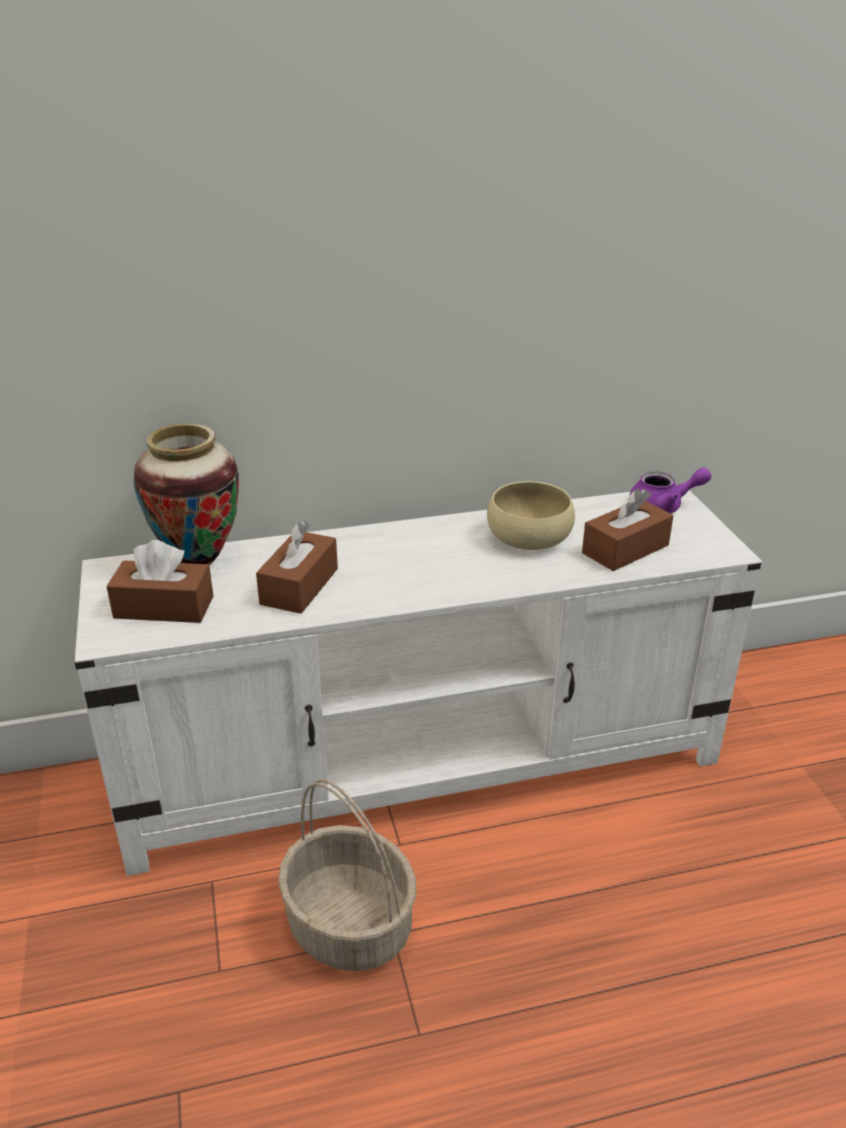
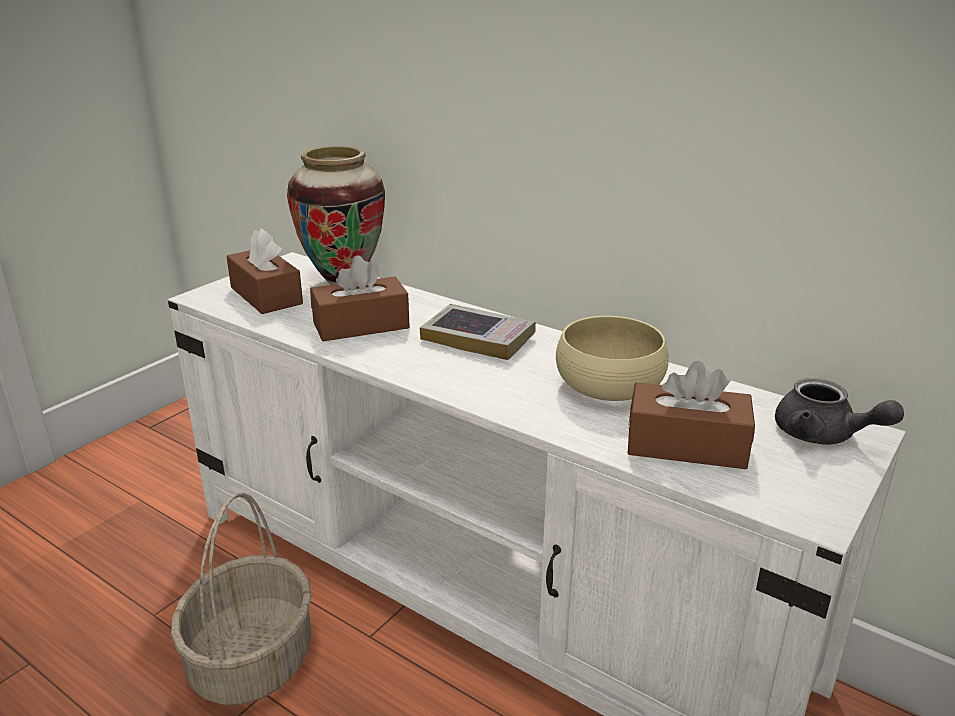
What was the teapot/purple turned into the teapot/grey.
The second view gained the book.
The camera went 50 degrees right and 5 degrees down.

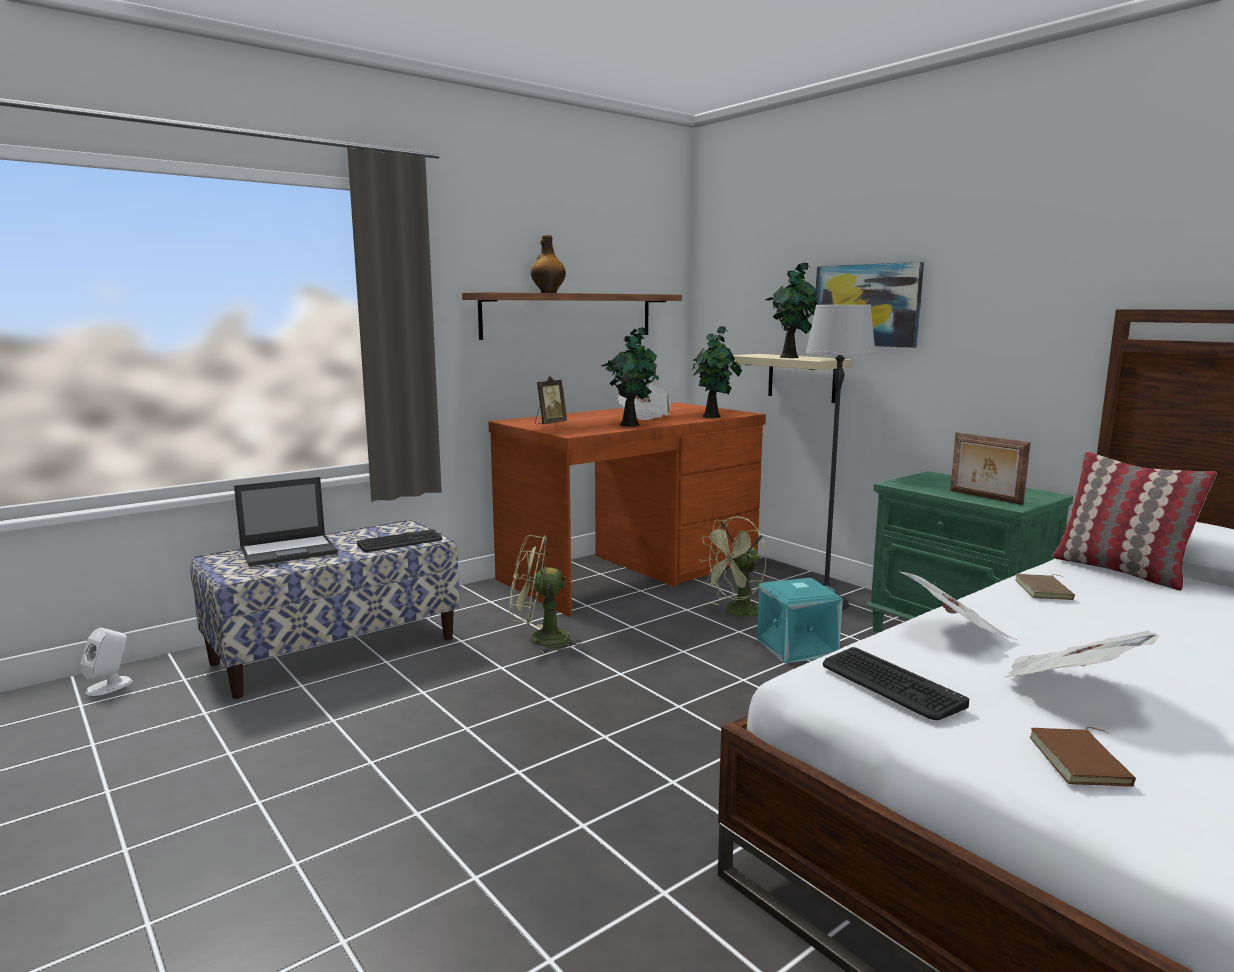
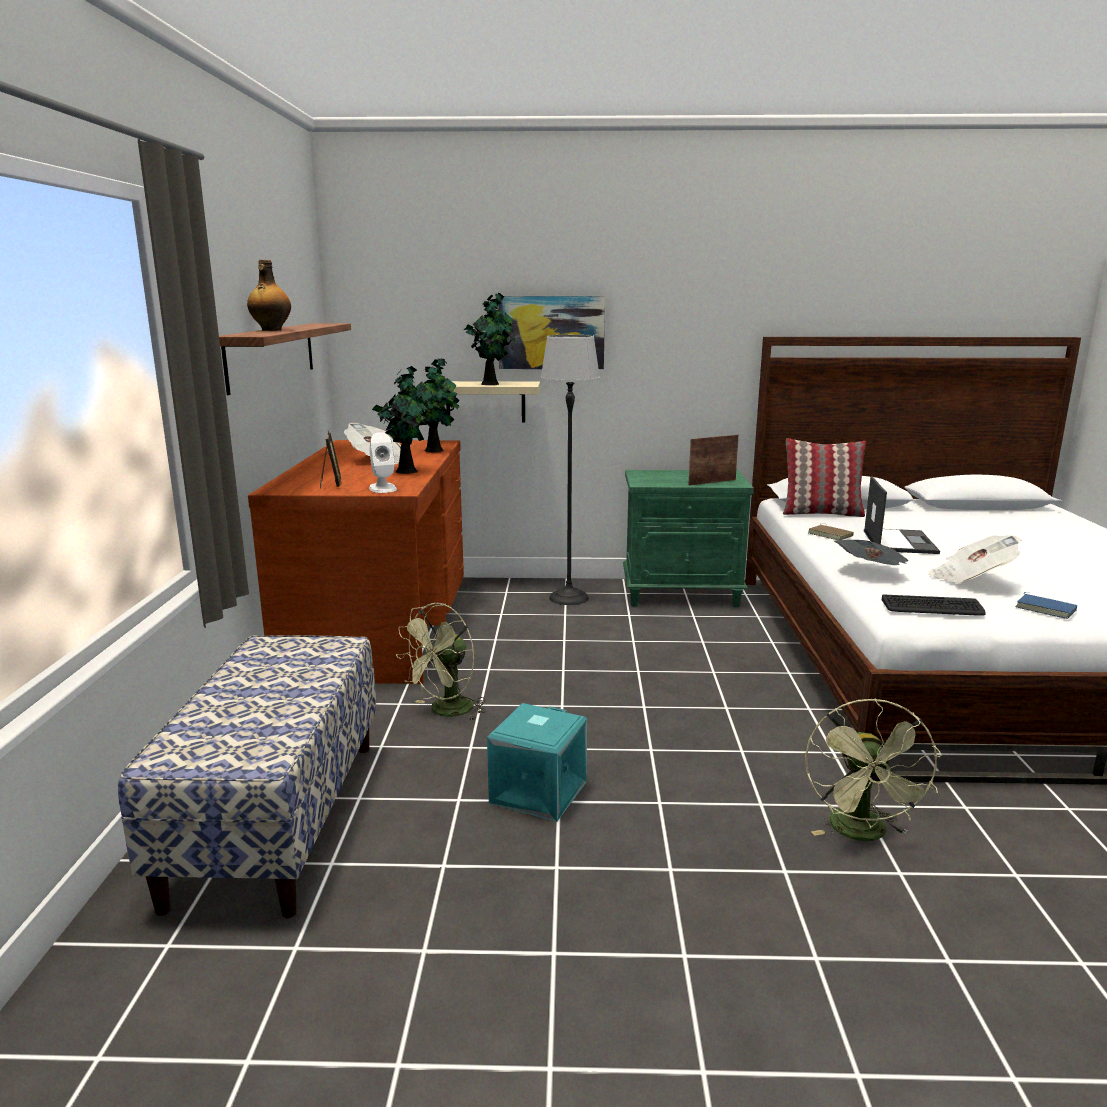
The speaker/white ended up elsewhere.
The laptop ended up elsewhere.
The second view lost the keyboard (no. 1 from left).
The fan/green (no. 2 from left) ended up elsewhere.
The storage box/turquoise ended up elsewhere.
The picture frame (no. 2 from left) ended up facing another way, 150 degrees clockwise from before.
What was the book/brown (no. 2 from left) turned into the book/blue.
The camera went 50 degrees left and 5 degrees up.

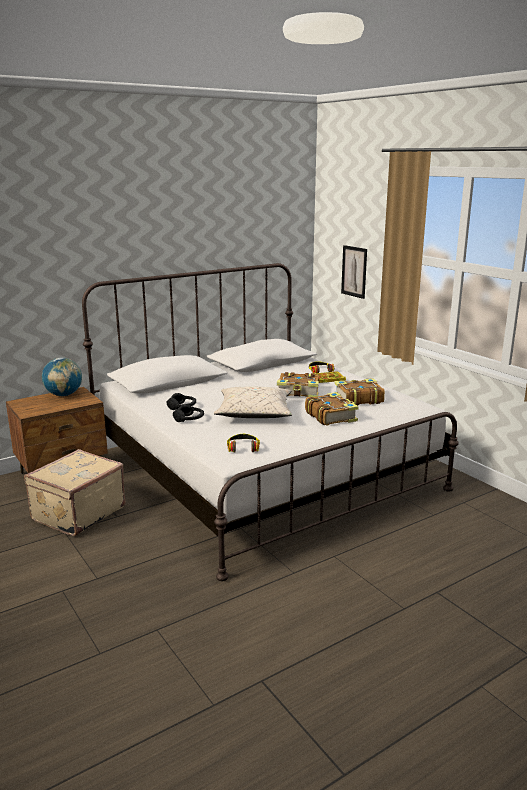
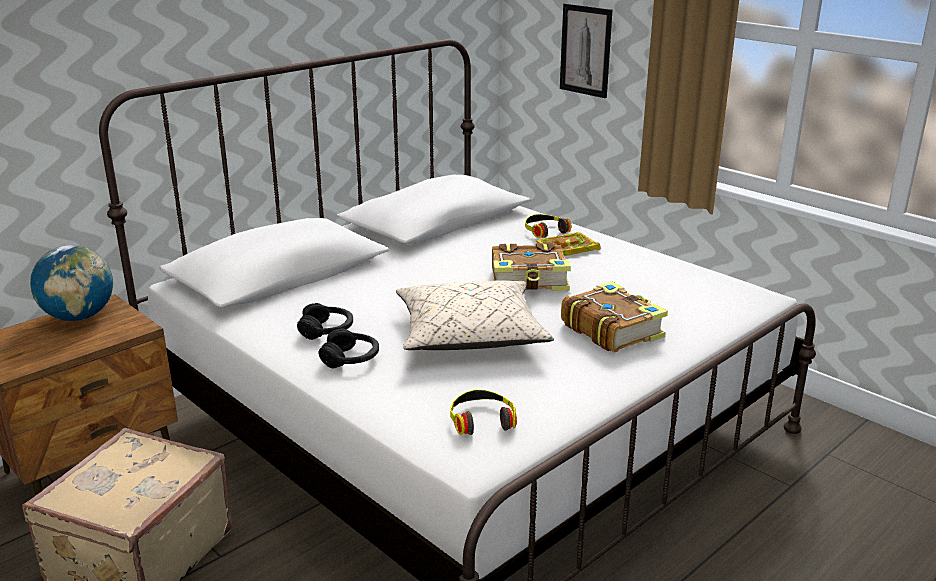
The second view lost the book (no. 4 from left).
The camera went 10 degrees left and 5 degrees up.

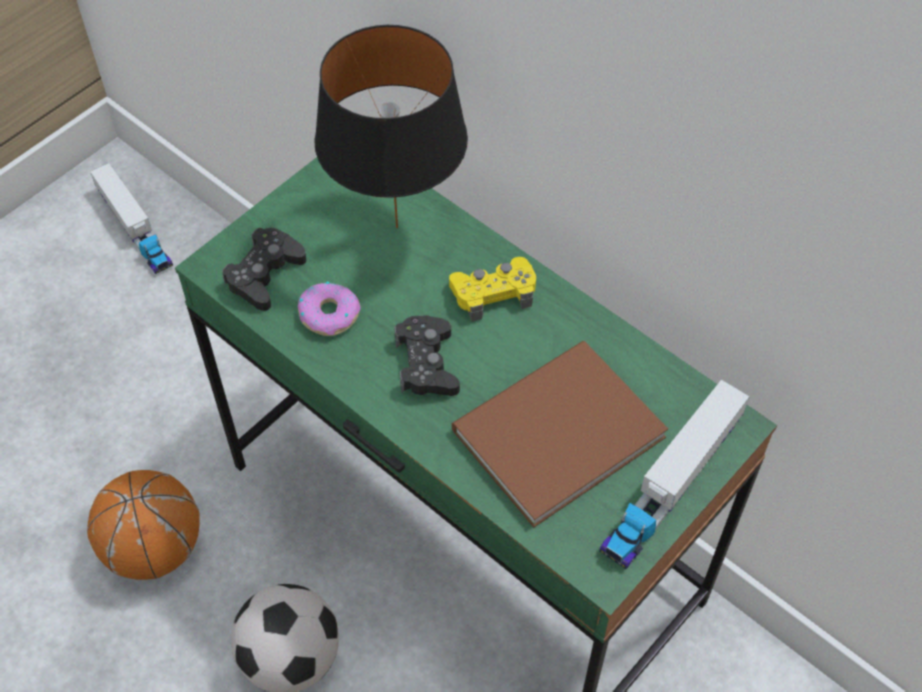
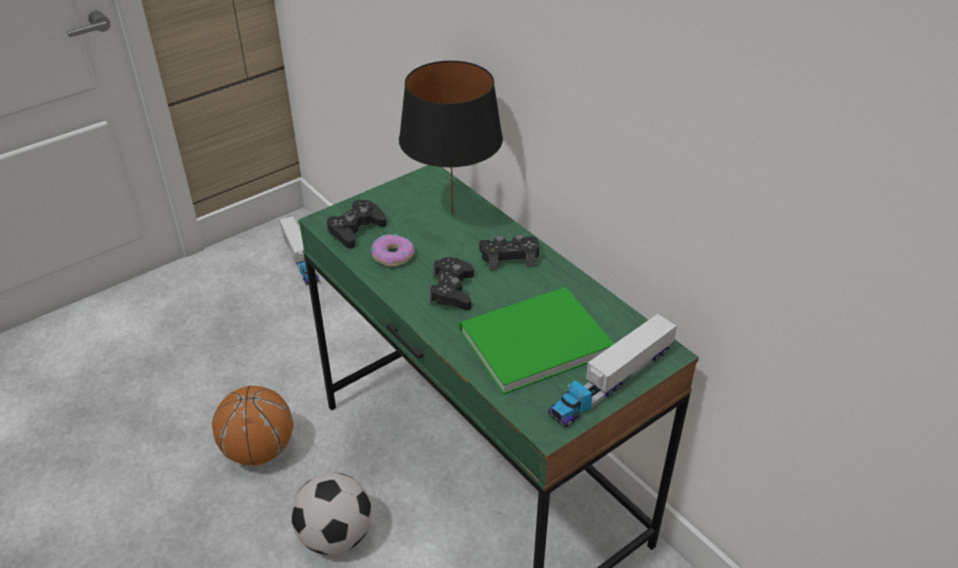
What was the game controller/yellow turned into the game controller/black (no. 3 from left).
What was the book/brown turned into the book/green.
The camera went 10 degrees right and 15 degrees down.

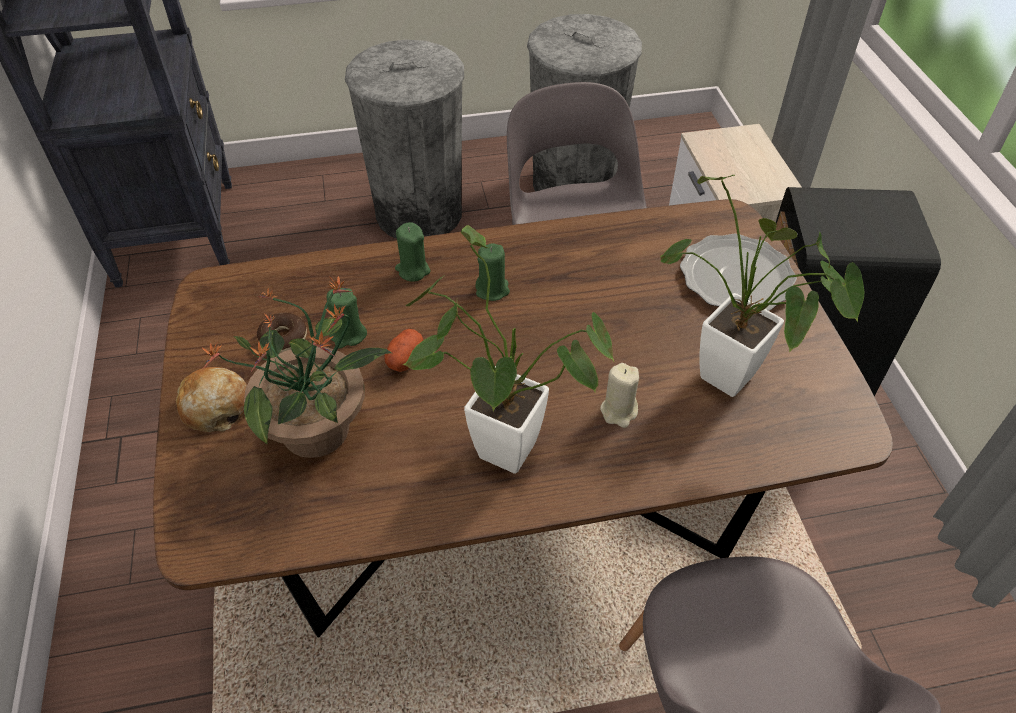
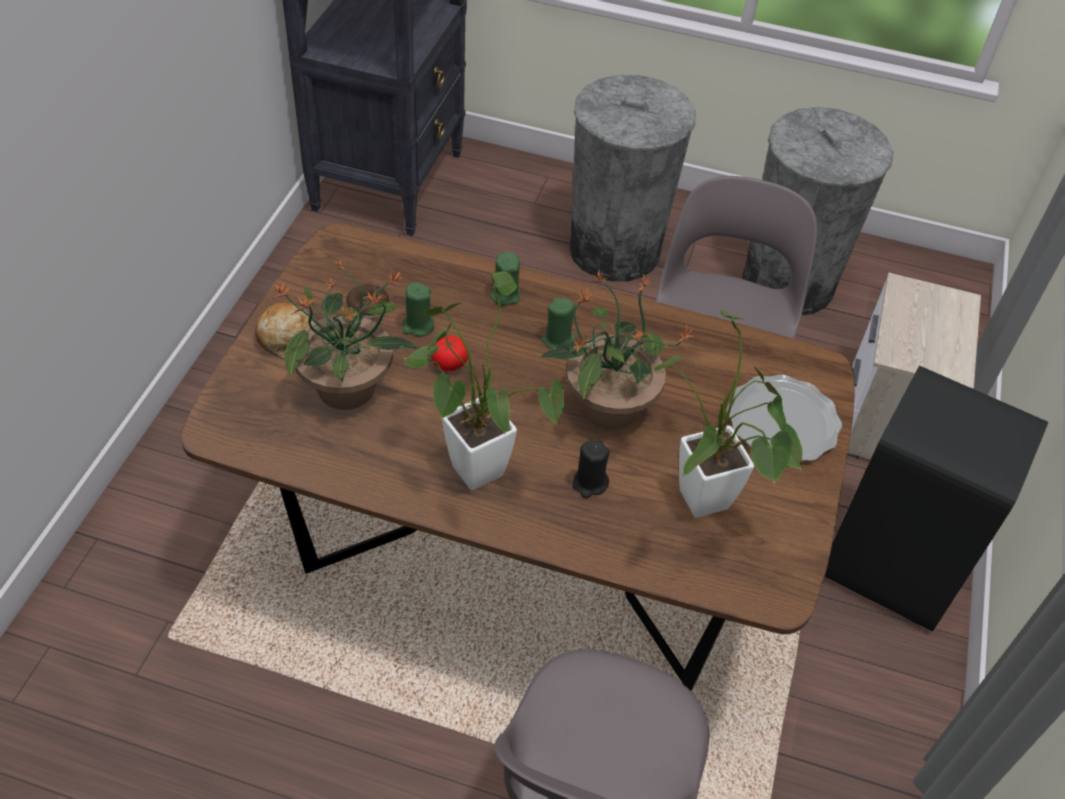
Where the potato stood, the tomato came to stand.
What was the candle/beige turned into the candle/black.
The second view gained the potted plant (no. 3 from left).
The camera went 25 degrees right and 0 degrees up.

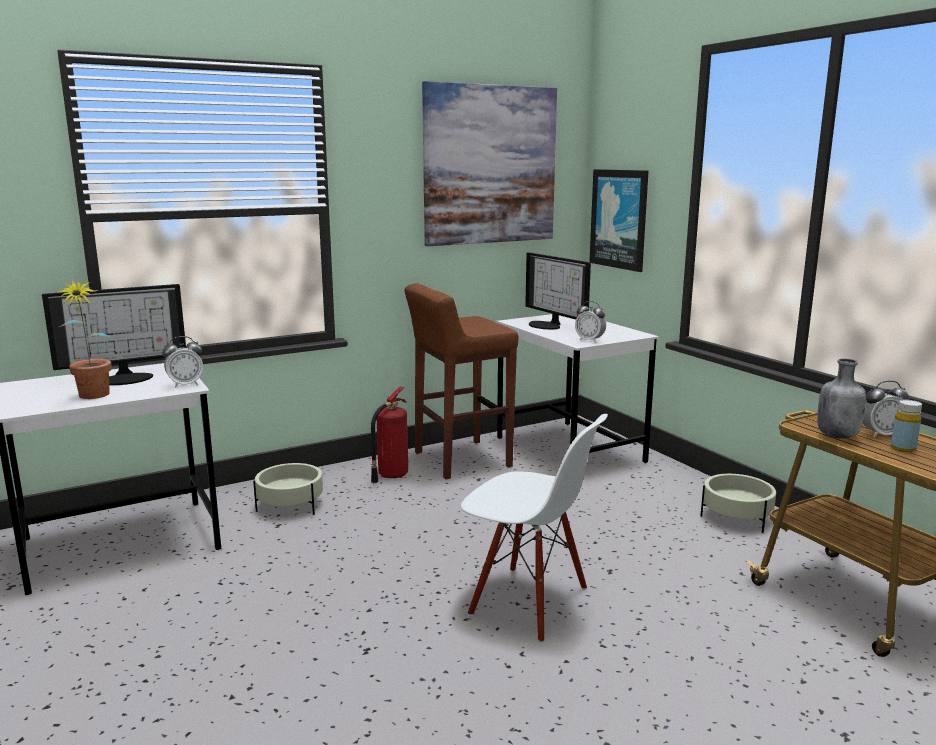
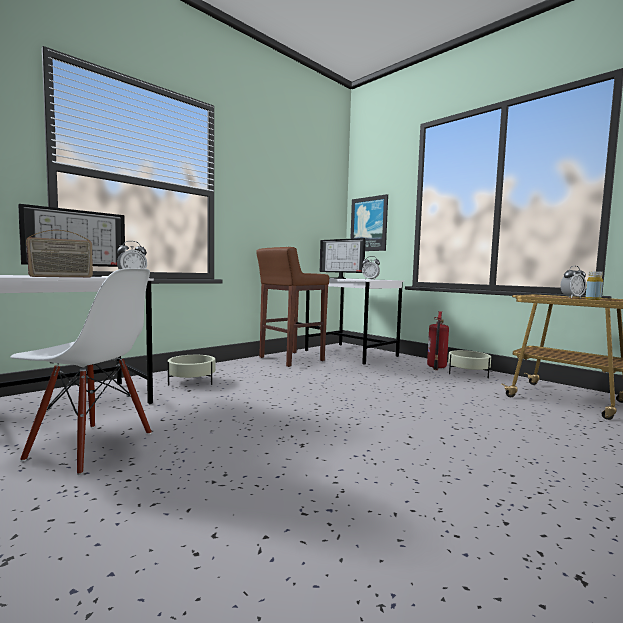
Where the potted plant stood, the radio came to stand.
The fire extinguisher ended up elsewhere.
The second view lost the picture (no. 1 from left).
The chair/white ended up elsewhere.
The second view lost the bottle/grey.
The camera went 15 degrees left and 10 degrees down.

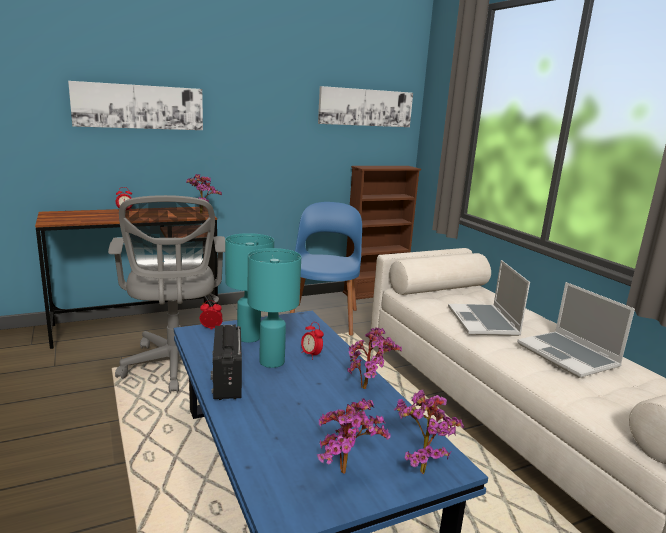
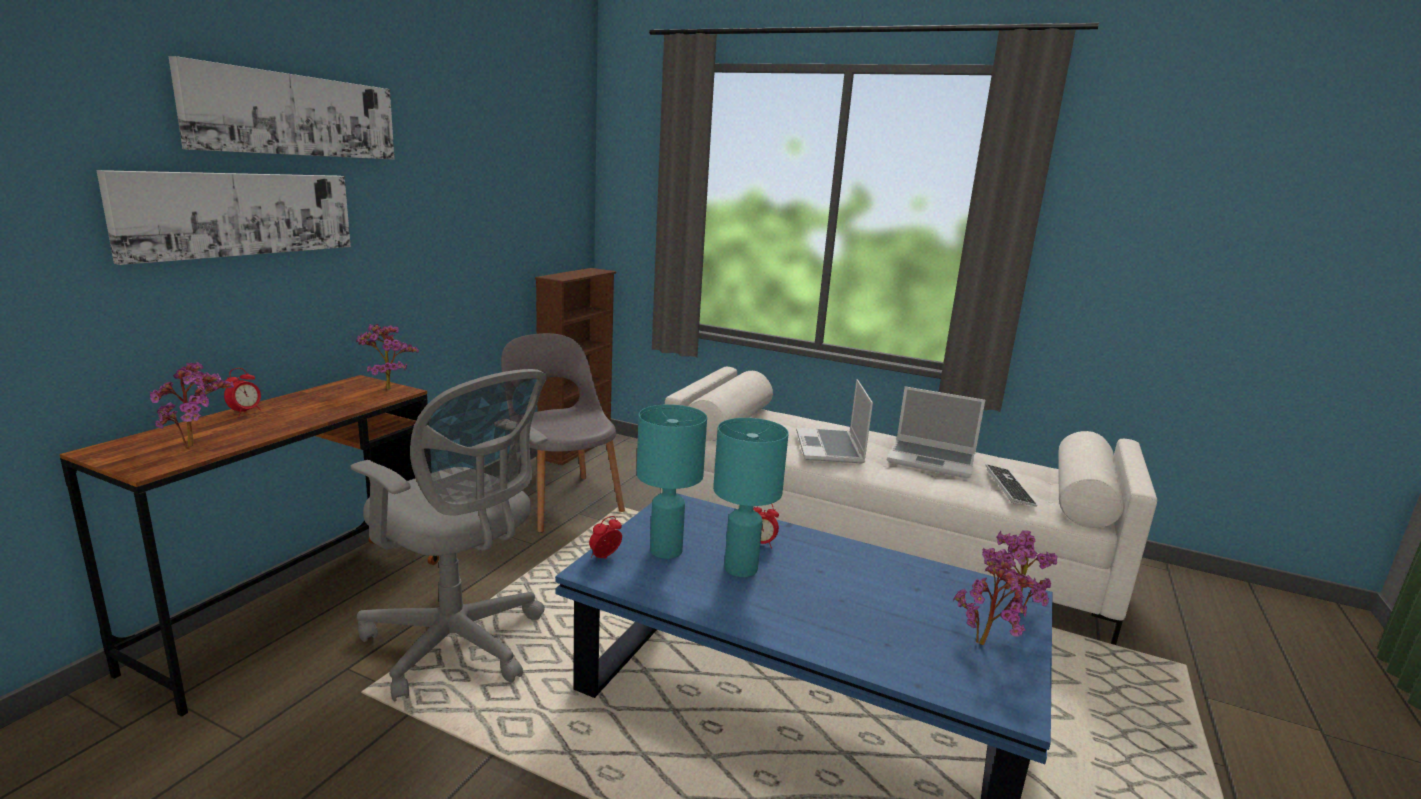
The second view lost the radio.
What was the chair/blue turned into the chair/grey.
The picture (no. 2 from left) ended up elsewhere.
The potted plant (no. 3 from left in the first image) ended up elsewhere.
The laptop (no. 1 from left) ended up facing another way, 45 degrees clockwise from before.
The second view gained the keyboard.
The camera went 40 degrees left and 0 degrees up.

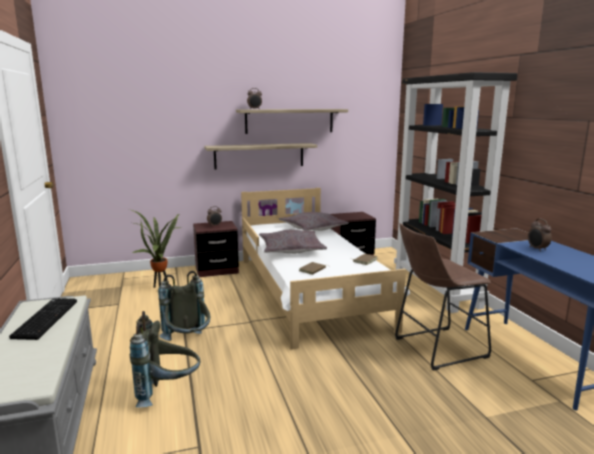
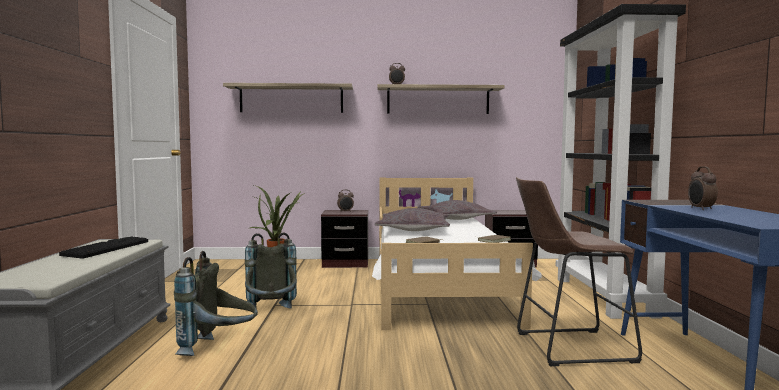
The shelf (no. 1 from left) ended up elsewhere.
The camera went 15 degrees right and 10 degrees down.

